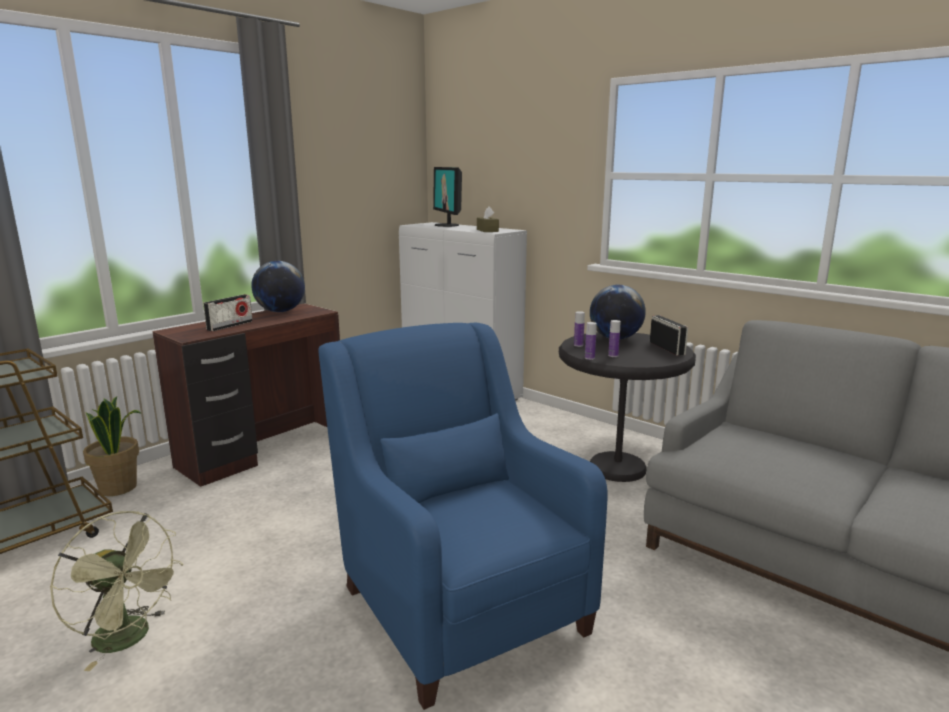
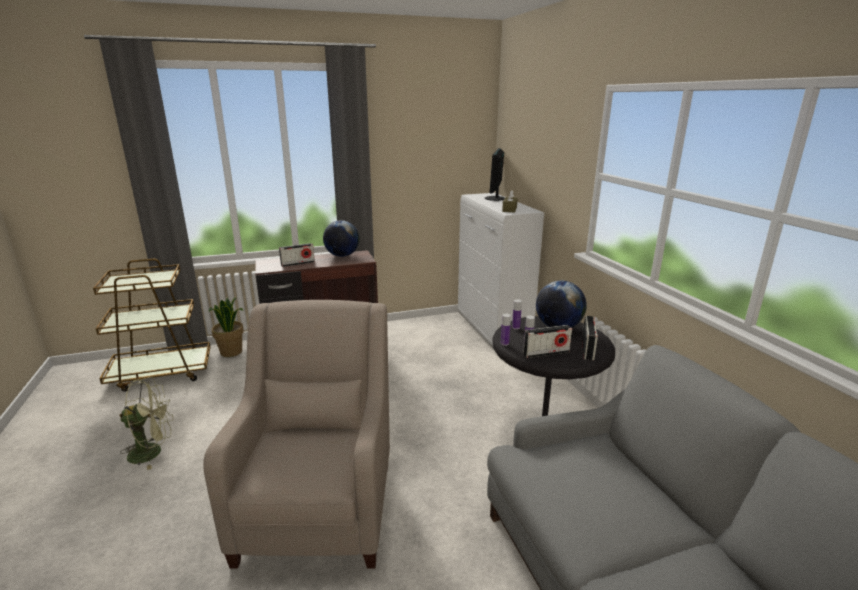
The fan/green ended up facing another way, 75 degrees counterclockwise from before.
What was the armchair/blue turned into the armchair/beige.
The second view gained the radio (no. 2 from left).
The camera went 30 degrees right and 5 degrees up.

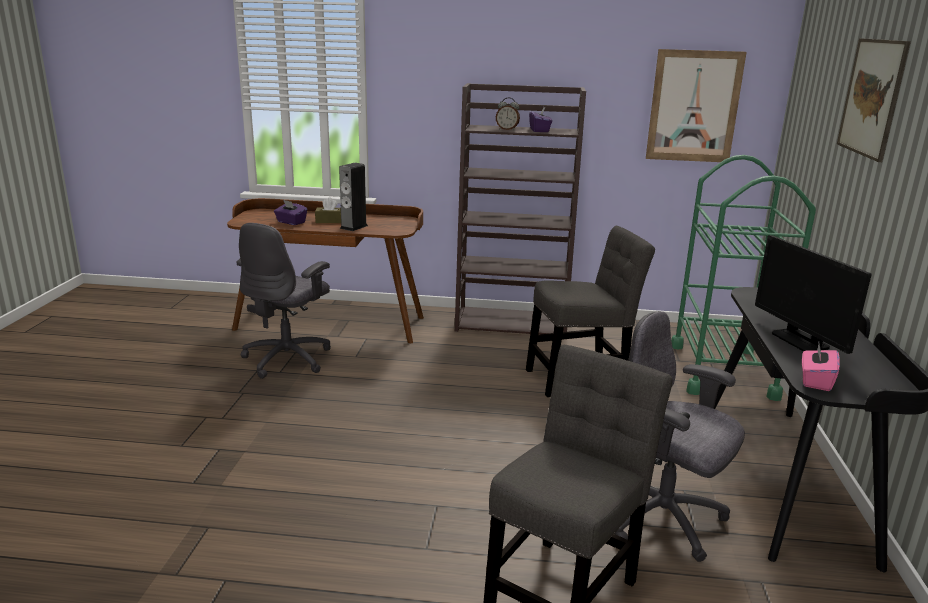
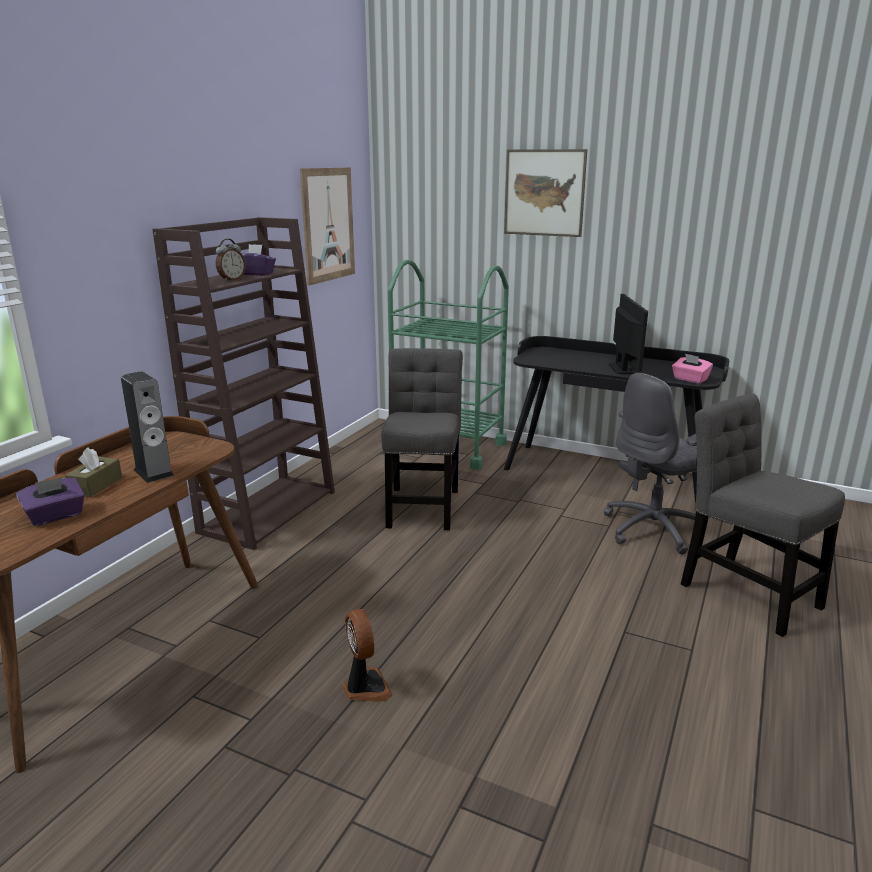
The second view lost the office chair/grey (no. 1 from left).
The monitor ended up facing another way, 90 degrees counterclockwise from before.
The second view gained the fan.
The camera went 70 degrees left and 0 degrees up.

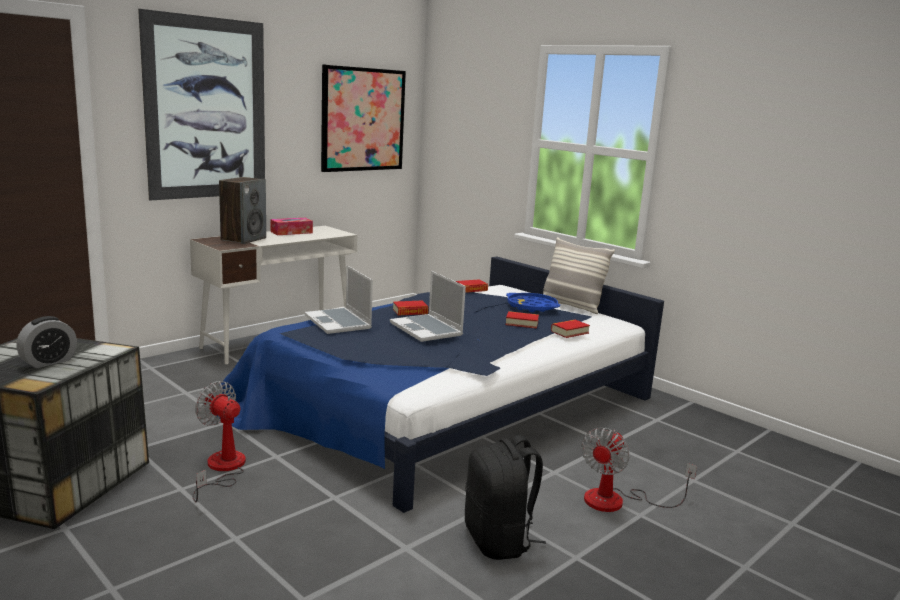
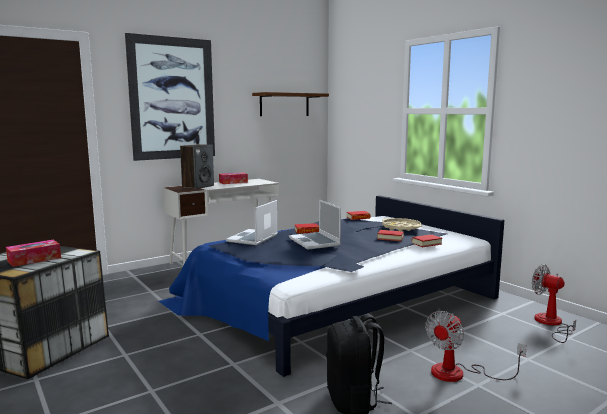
Where the alarm clock stood, the tissue box (no. 1 from left) came to stand.
The fan (no. 1 from left in the first image) ended up elsewhere.
The laptop (no. 1 from left) ended up facing another way, 45 degrees clockwise from before.
Where the picture (no. 2 from left) hung, the shelf/brown came to hang.
What was the tray/blue turned into the tray/beige.
The second view lost the pillow.
The camera went 10 degrees right and 5 degrees down.

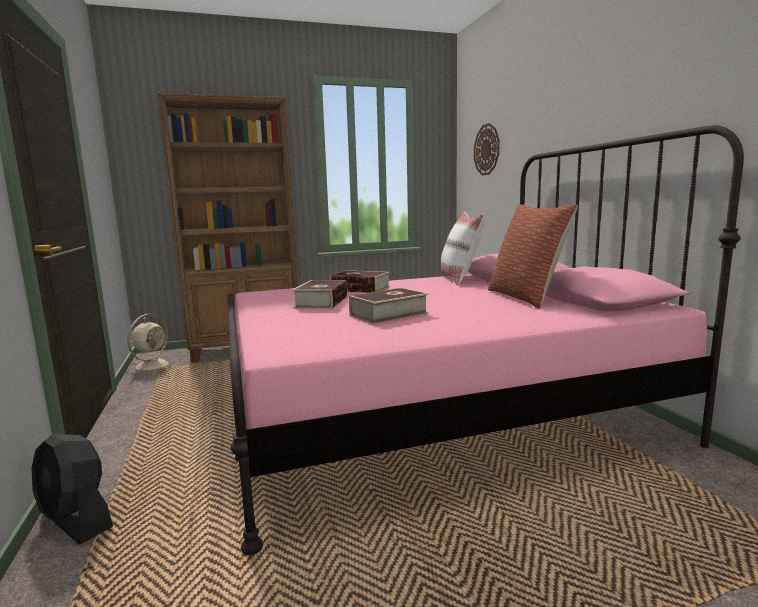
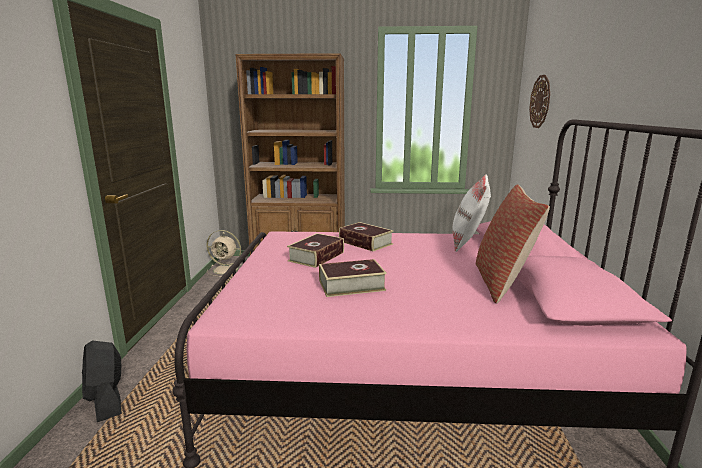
The fan/beige ended up facing another way, 60 degrees clockwise from before.
The camera went 20 degrees right and 5 degrees up.

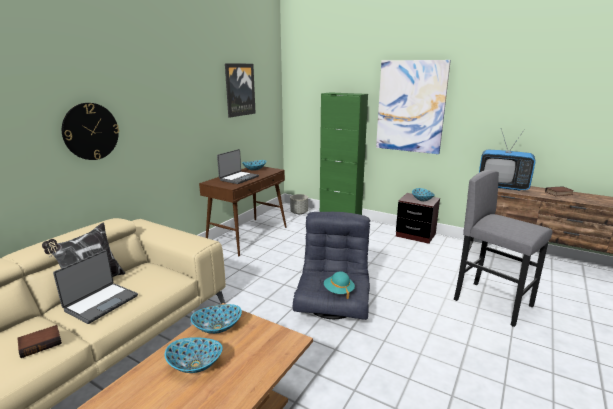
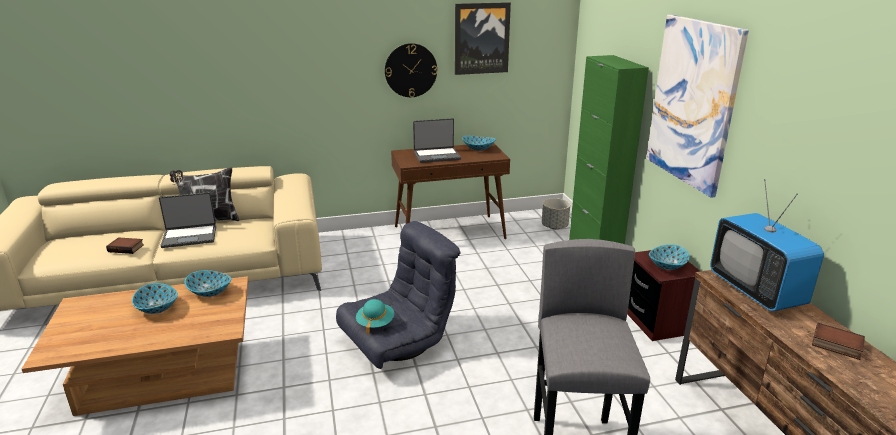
The wall clock ended up elsewhere.
The camera went 45 degrees right and 5 degrees up.

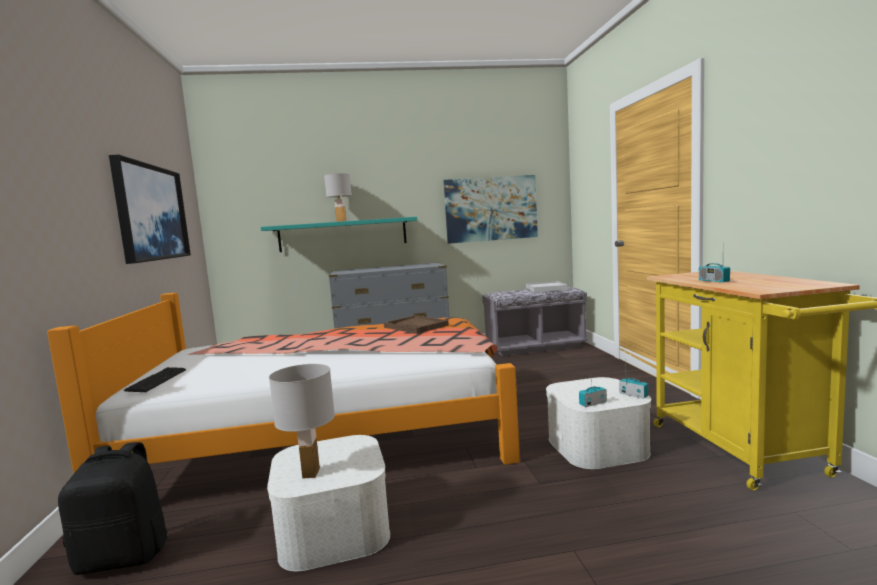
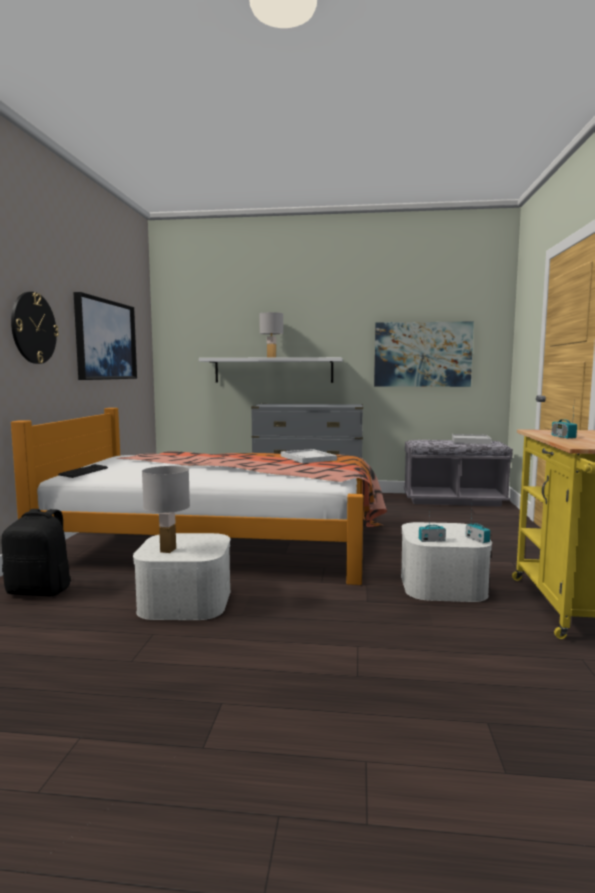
What was the shelf/turquoise turned into the shelf/white.
What was the tray/brown turned into the tray/white (no. 1 from left).
The second view gained the wall clock.
The camera went 15 degrees right and 0 degrees up.

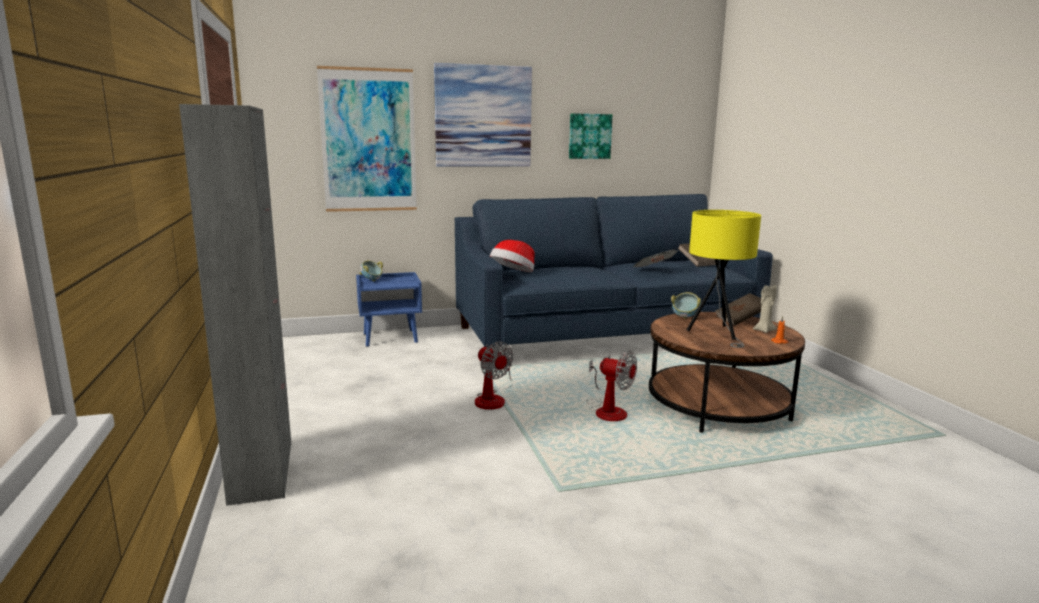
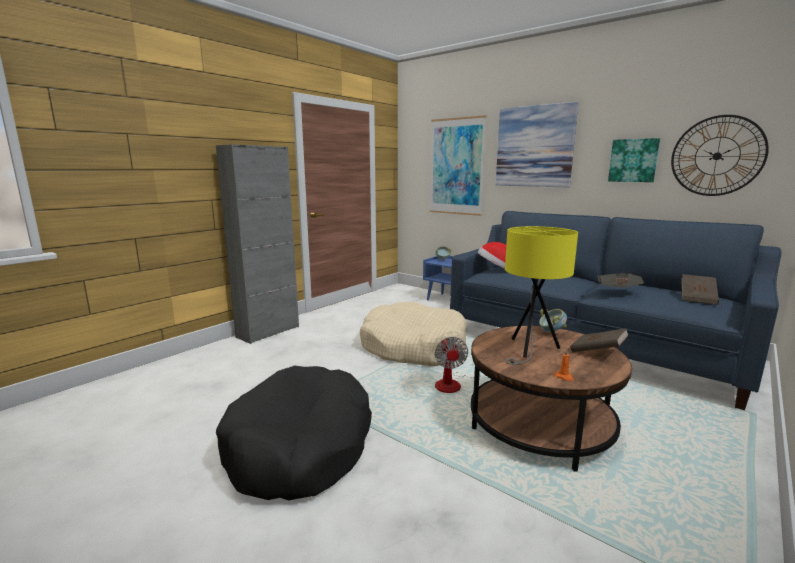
Where the fan (no. 1 from left) stood, the dog bed/beige came to stand.
The second view lost the candle/beige.
The second view gained the dog bed/black.
The second view gained the wall clock.
The camera went 55 degrees right and 0 degrees up.

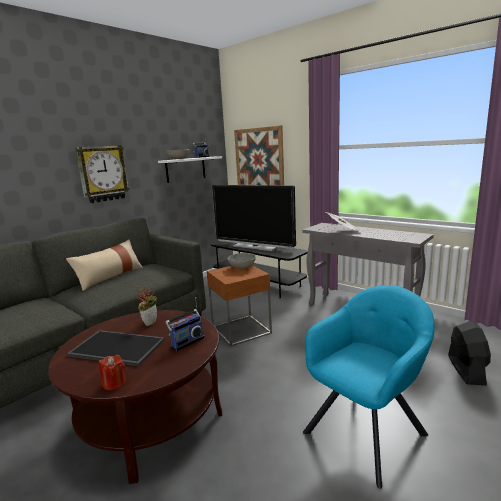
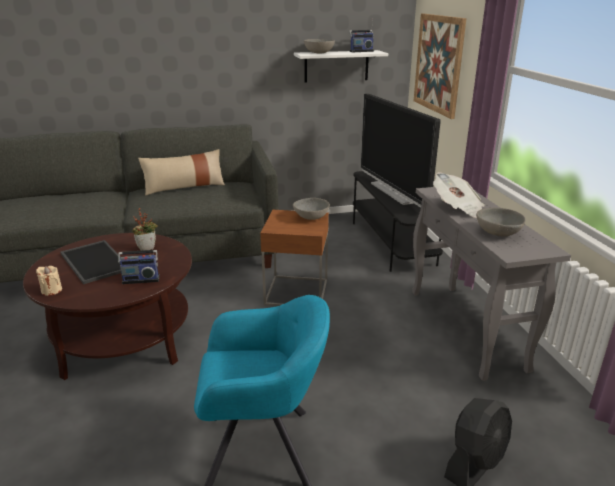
The second view lost the wall clock.
What was the candle/red turned into the candle/beige.
The second view gained the bowl/grey (no. 3 from left).
The camera went 35 degrees right and 10 degrees up.

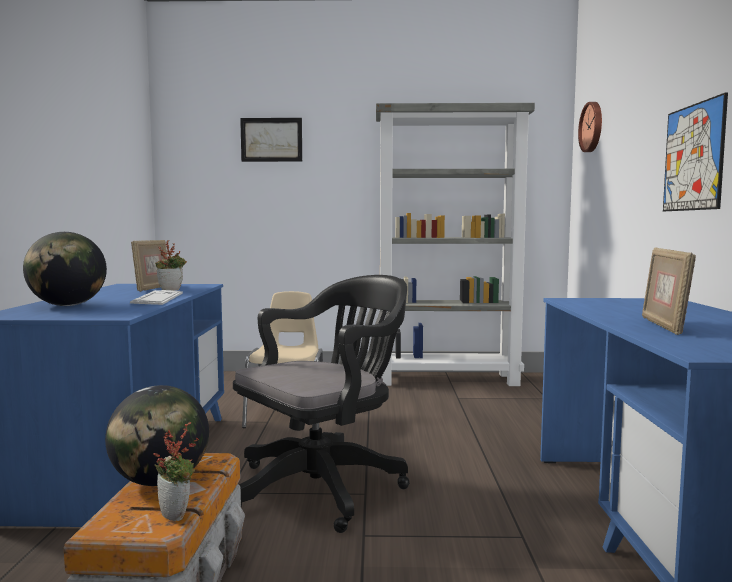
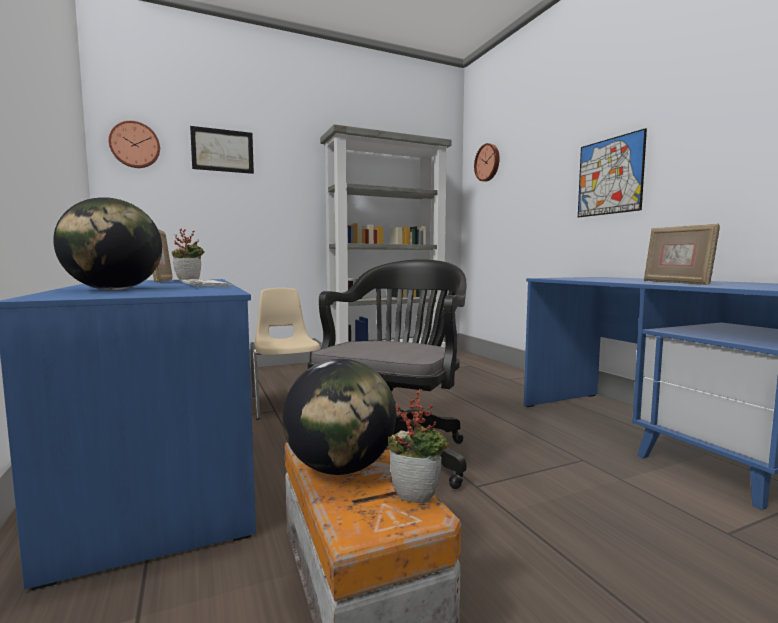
The second view gained the wall clock (no. 1 from left).
The camera went 25 degrees left and 0 degrees up.

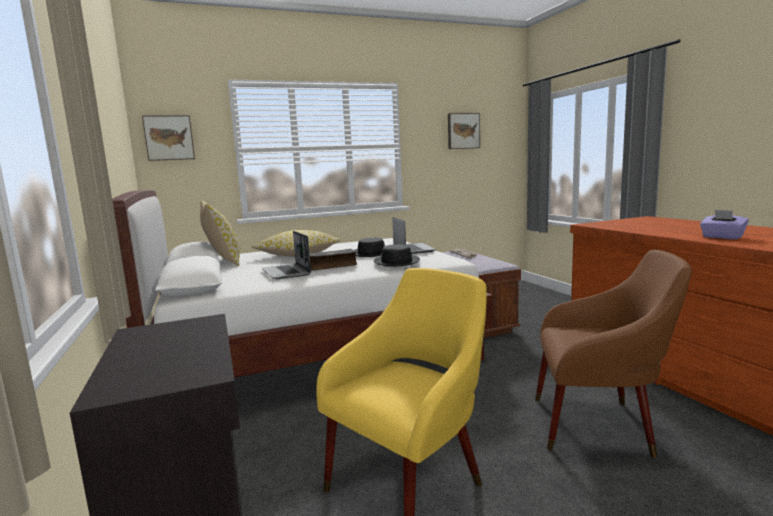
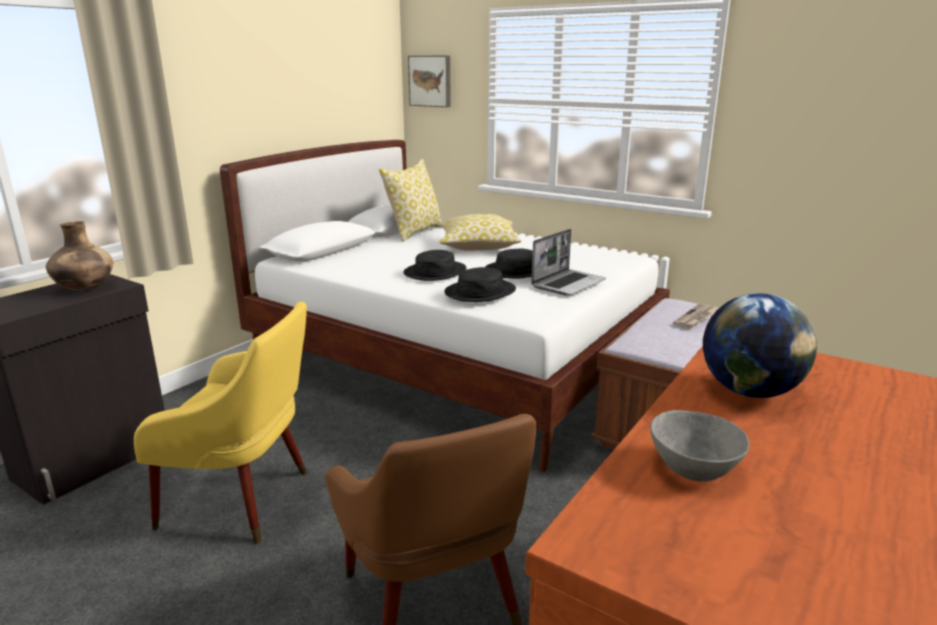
The second view lost the laptop (no. 1 from left).
Where the book stood, the hat/black (no. 1 from left) came to stand.
The second view lost the picture (no. 2 from left).
Where the tissue box/purple stood, the bowl/grey came to stand.
The second view gained the vase/brown.
The second view gained the globe.
The camera went 55 degrees right and 10 degrees up.

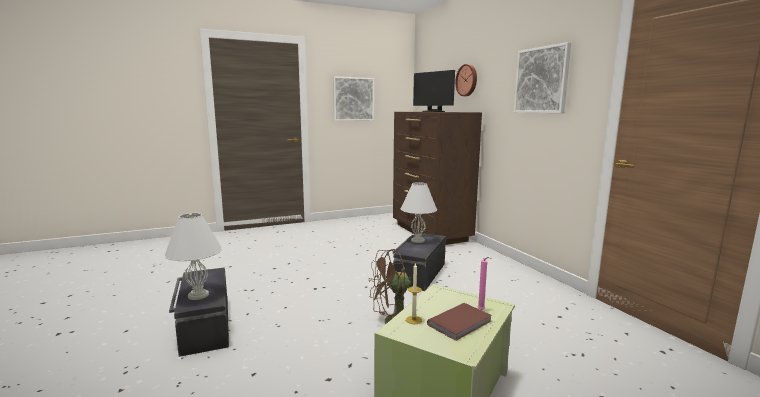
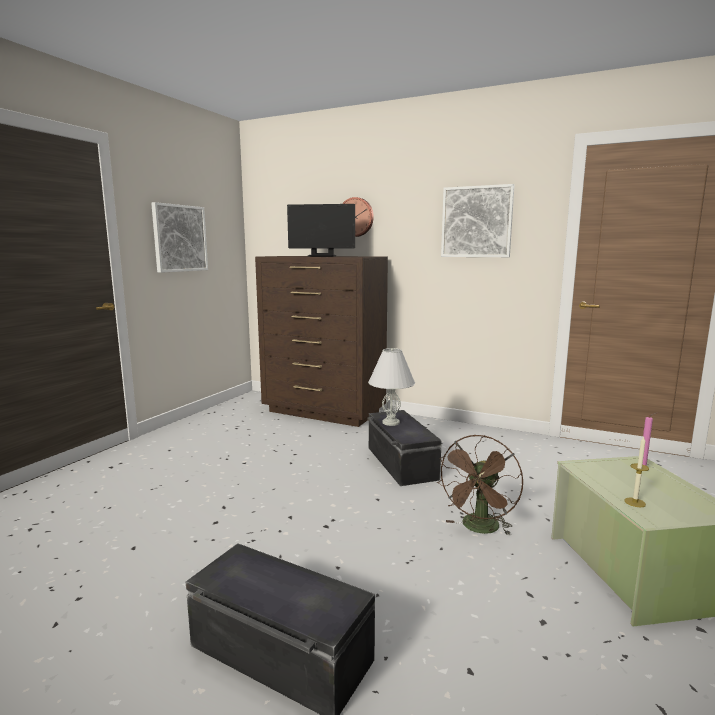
The second view lost the table lamp/white (no. 1 from left).
The second view lost the book/brown.
The camera went 40 degrees left and 0 degrees up.

